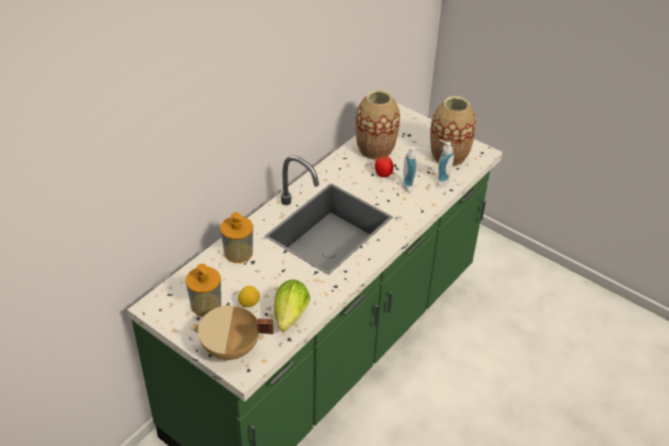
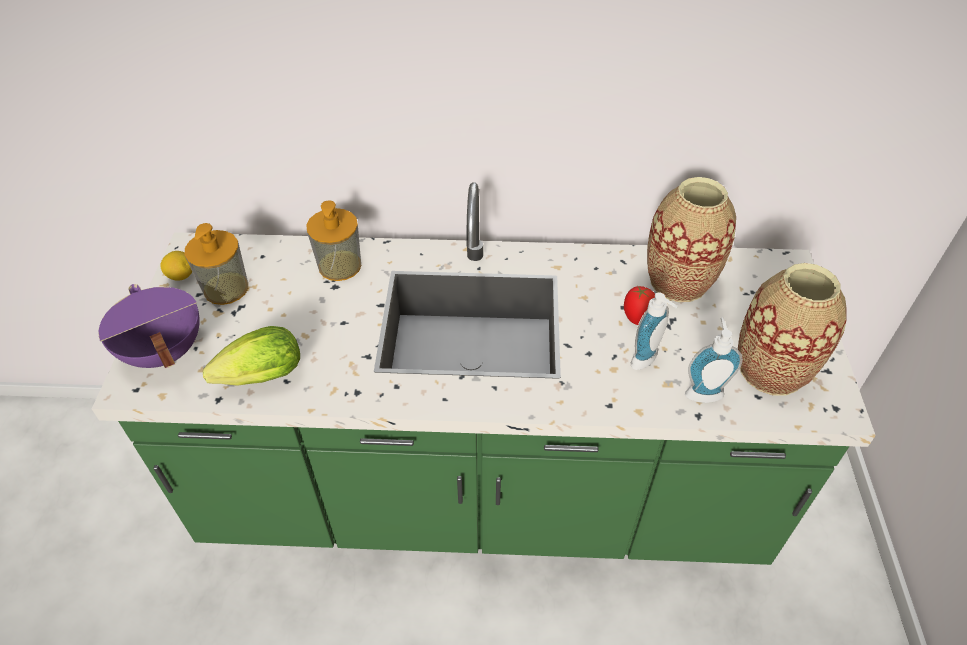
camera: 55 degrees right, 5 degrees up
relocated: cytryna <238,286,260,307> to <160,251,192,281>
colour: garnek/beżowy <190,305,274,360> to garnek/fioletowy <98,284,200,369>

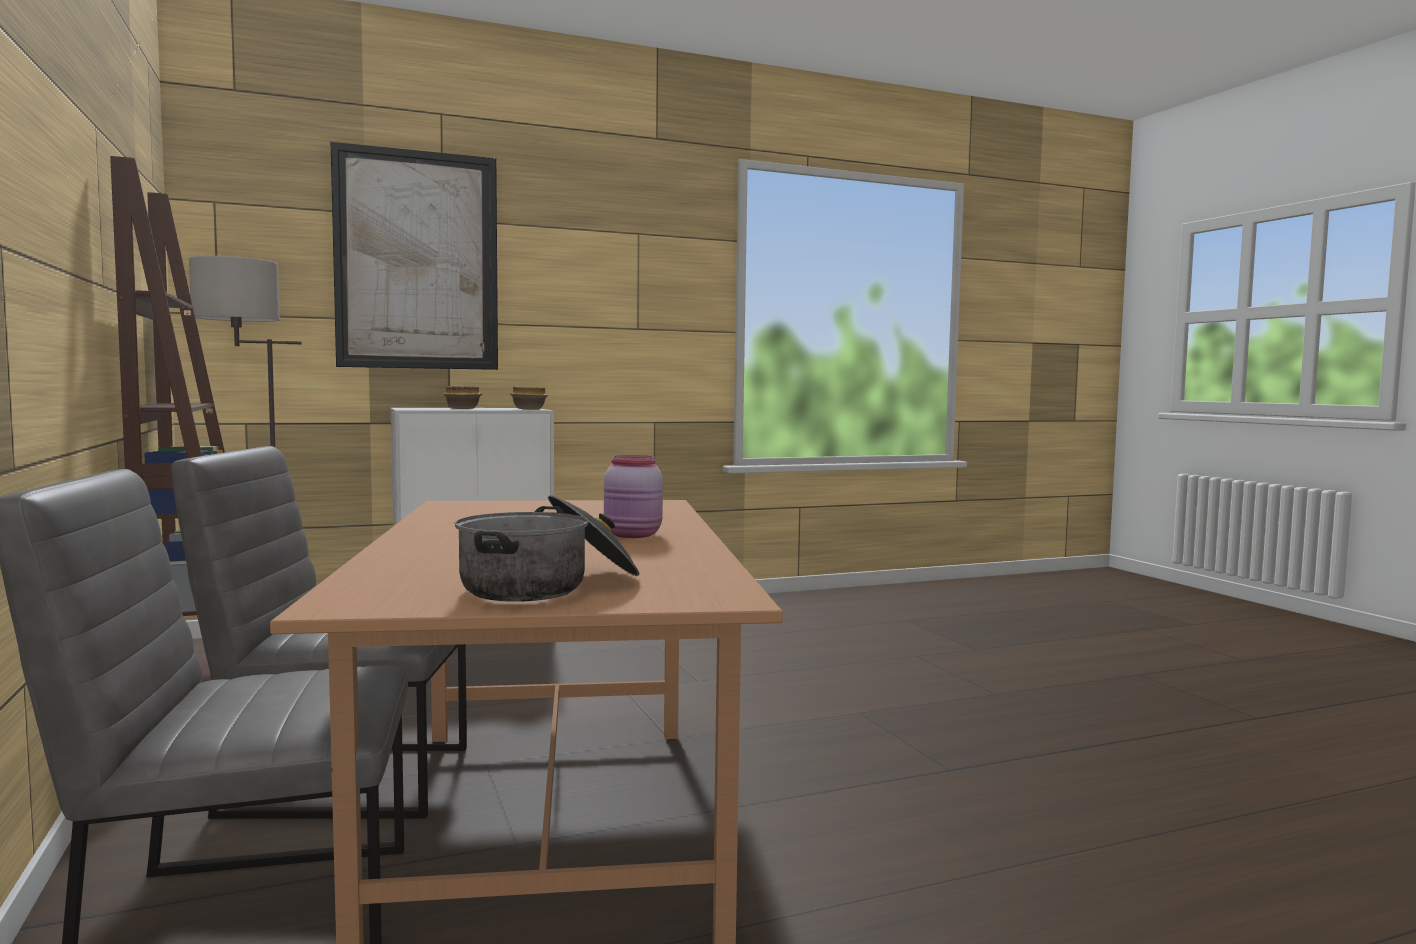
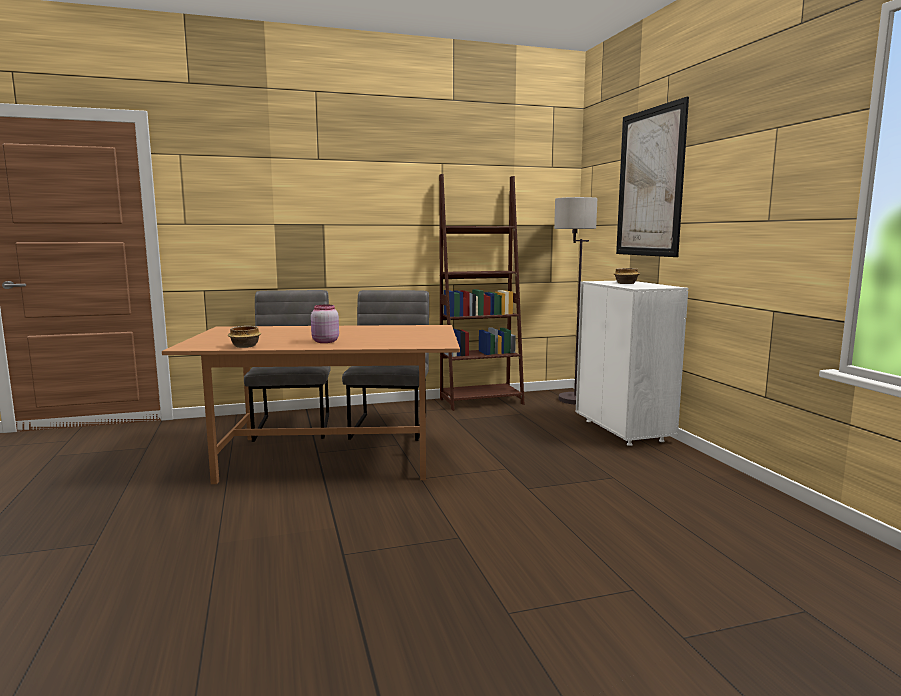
camera: 95 degrees right, 5 degrees up
missing: garnek <455,495,639,602>
relocated: miska <510,387,548,410> to <228,326,261,348>

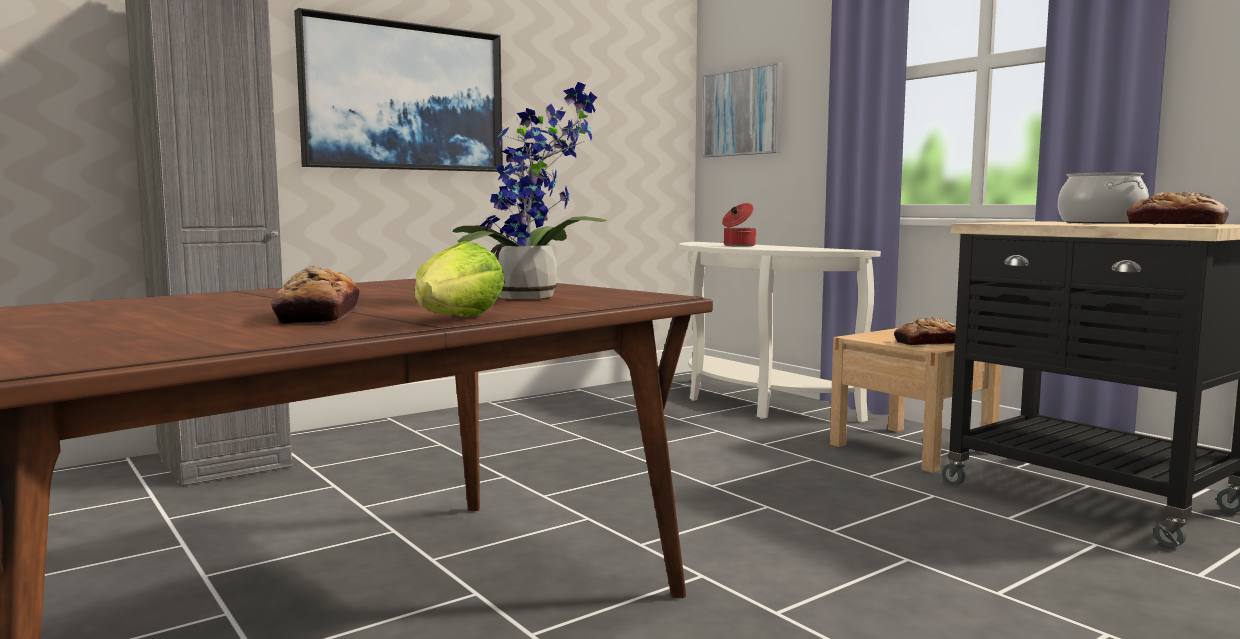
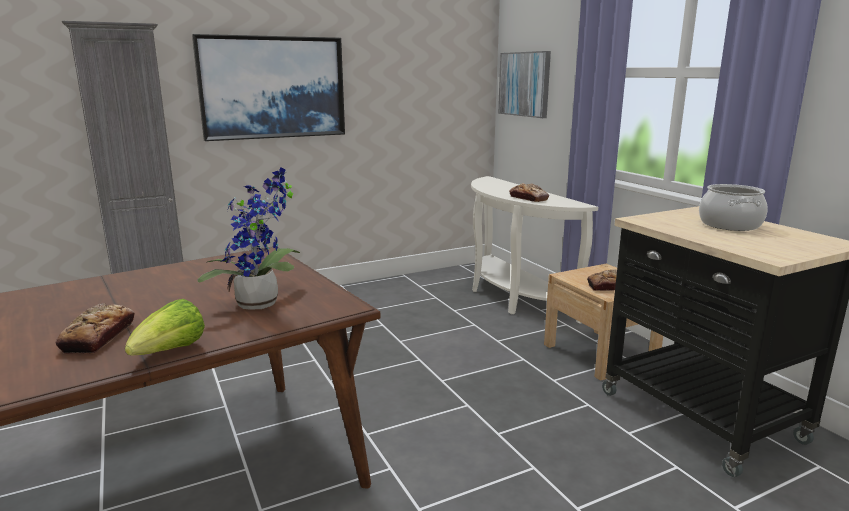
camera: 10 degrees right, 10 degrees up
missing: garnek <722,203,756,247>
relocated: chleb <1127,191,1229,225> to <509,183,549,202>

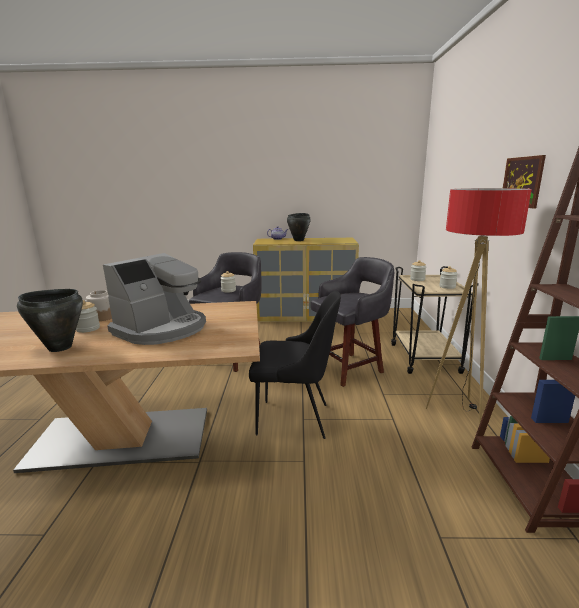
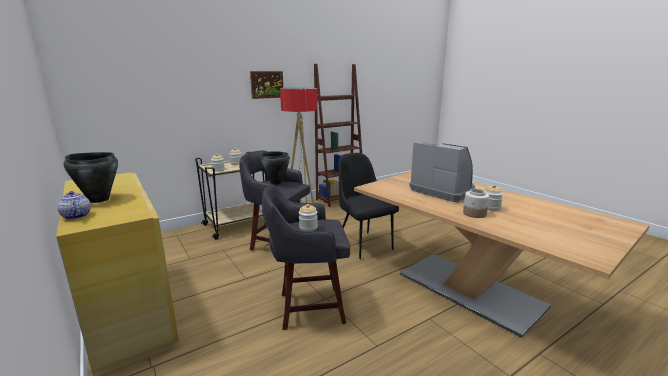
camera: 125 degrees left, 0 degrees up
relocated: garnek/czarny <17,289,83,352> to <261,151,290,185>
spun: ekspres do kawy <103,253,206,345> = <409,142,475,202> 45 degrees clockwise

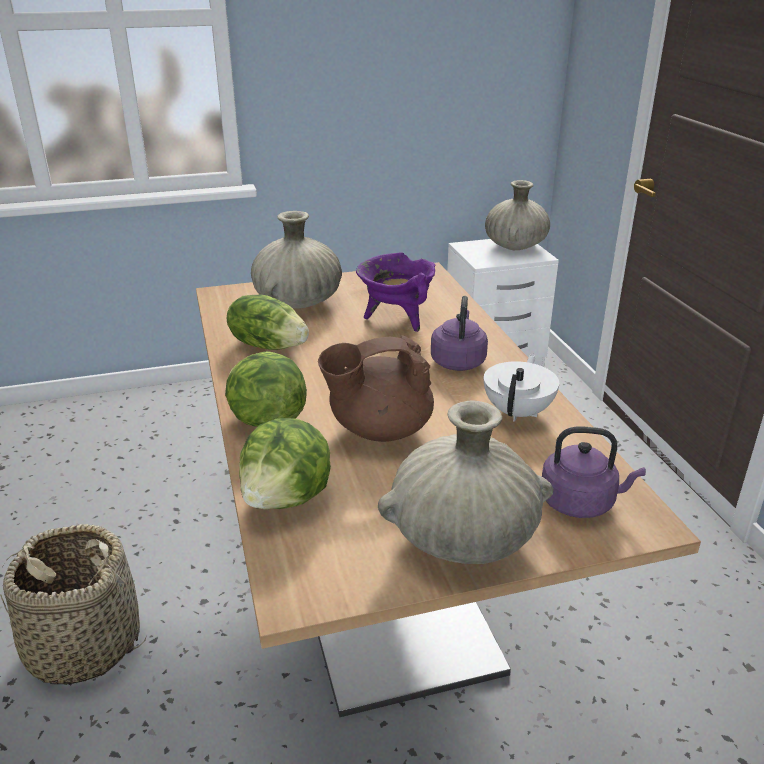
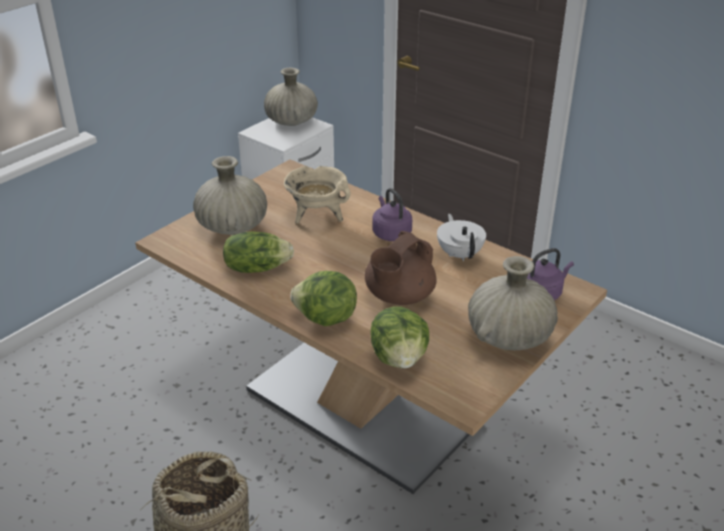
camera: 35 degrees left, 5 degrees up
colour: garnek/fioletowy <356,252,435,332> to garnek/beżowy <284,166,351,224>

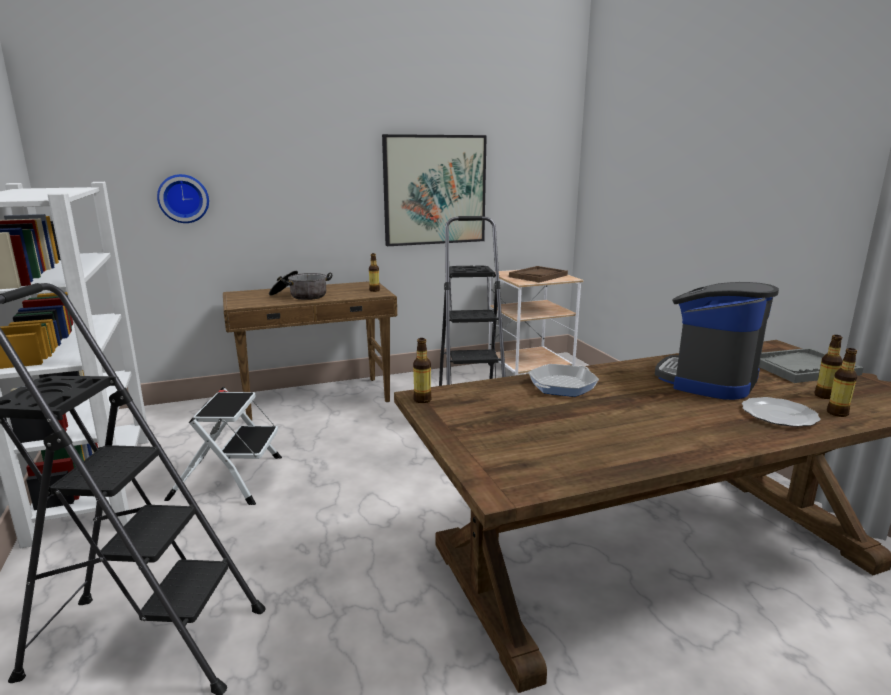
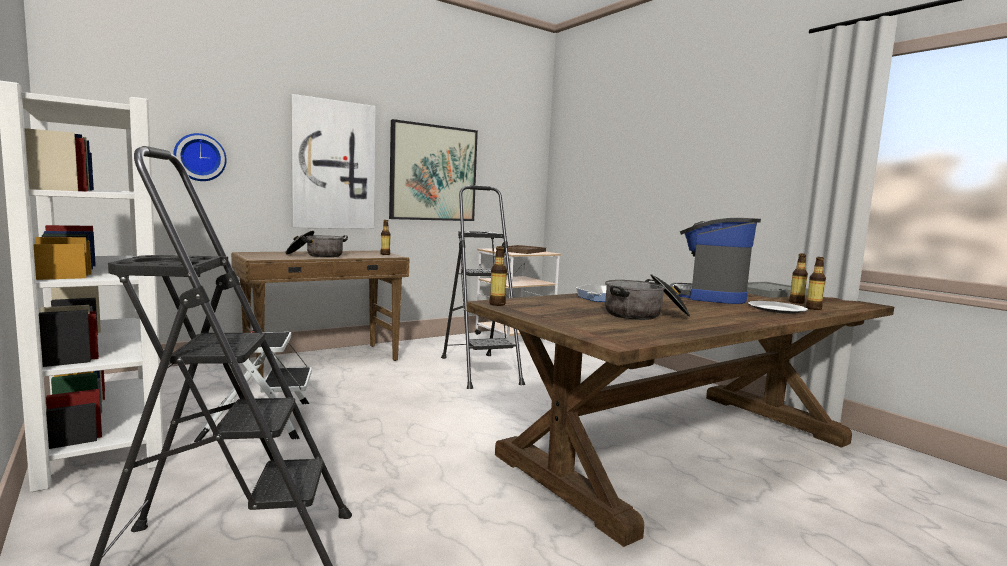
camera: 15 degrees left, 10 degrees down
appeared: obraz <291,94,376,229>; garnek <605,274,690,320>

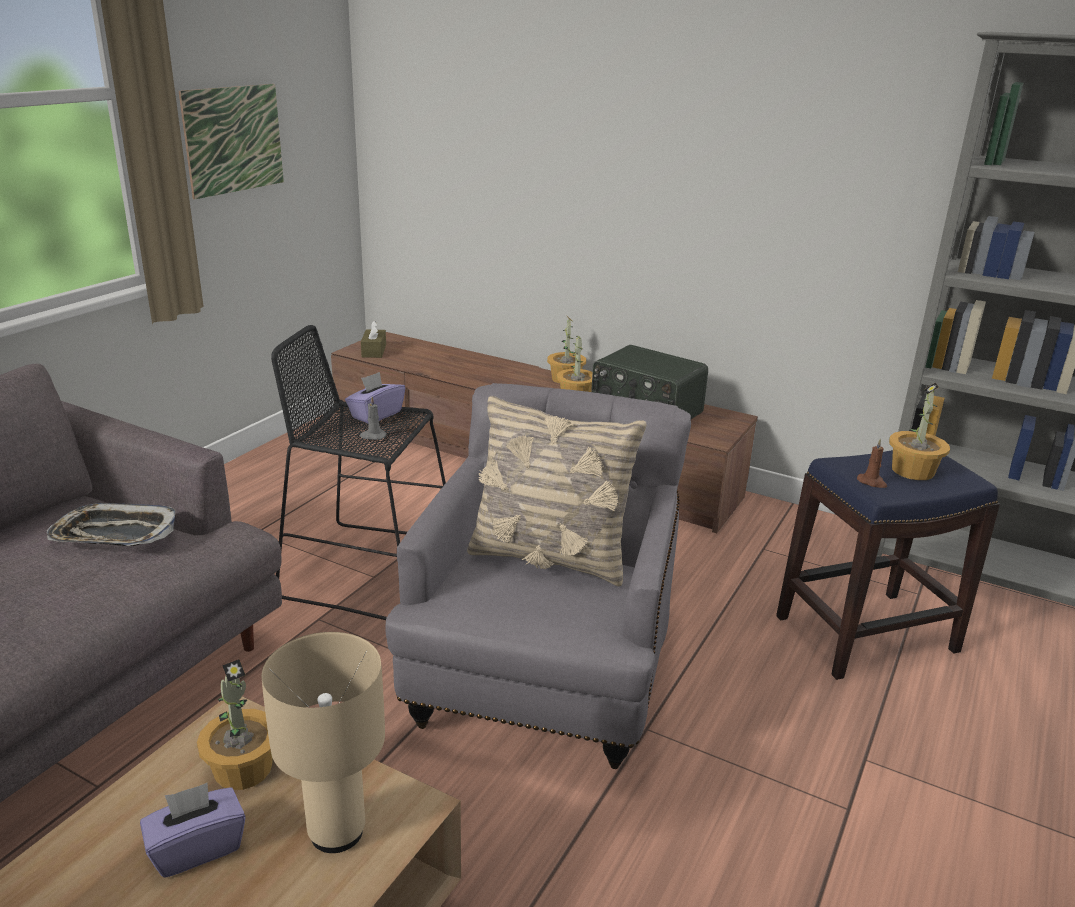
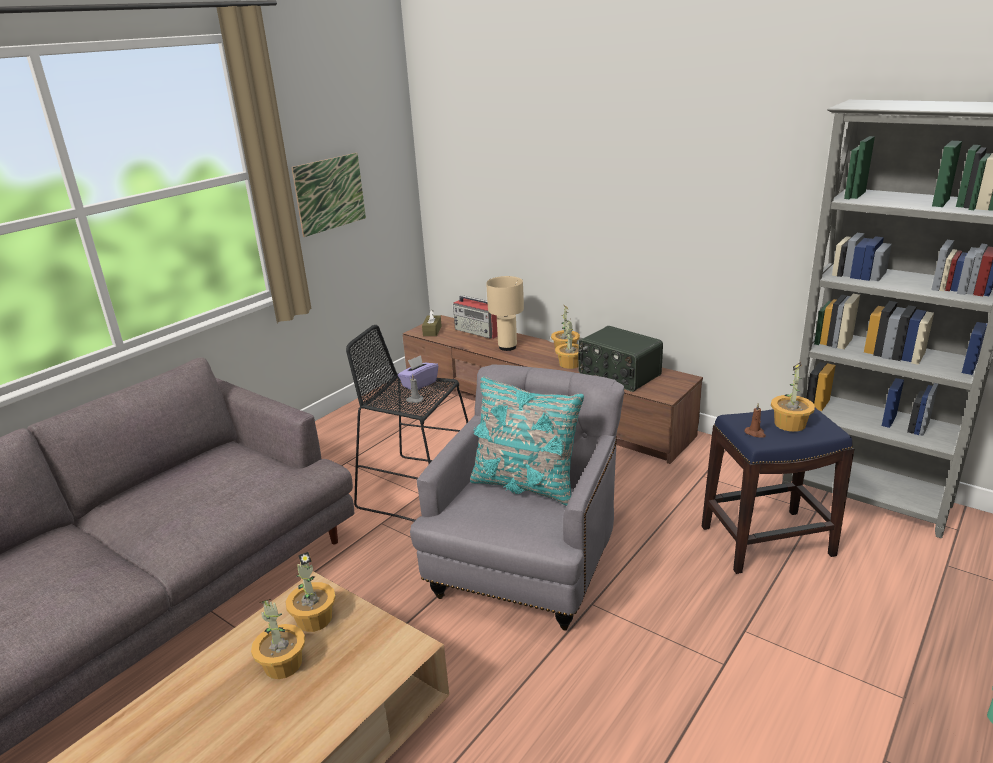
camera: 10 degrees right, 0 degrees up
missing: taca <47,503,176,546>
appeared: radio <453,295,498,339>
relocated: lampa stołowa/beżowy <262,632,385,853> to <487,276,524,351>
exchanged: pudełko chusteczek/fioletowy <140,783,246,878> to roślina doniczkowa <251,599,305,679>
colour: poduszka/beżowy <467,396,646,586> to poduszka/turkusowy <470,376,584,506>

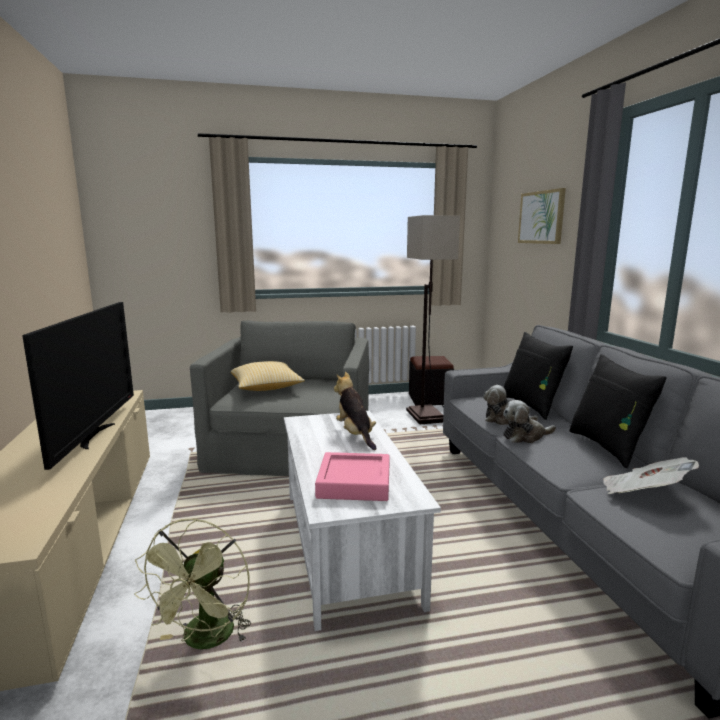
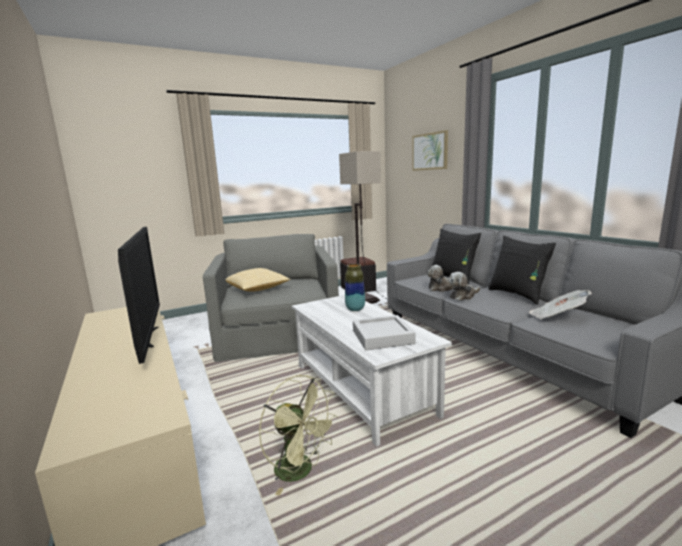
camera: 15 degrees left, 0 degrees up
exchanged: pluszak <334,372,377,450> to wazon <345,264,365,311>
colour: taca/różowy <315,452,390,501> to taca/szary <353,315,415,350>
spun: wentylator/zielony <134,518,251,649> = <259,375,339,496> 45 degrees counterclockwise

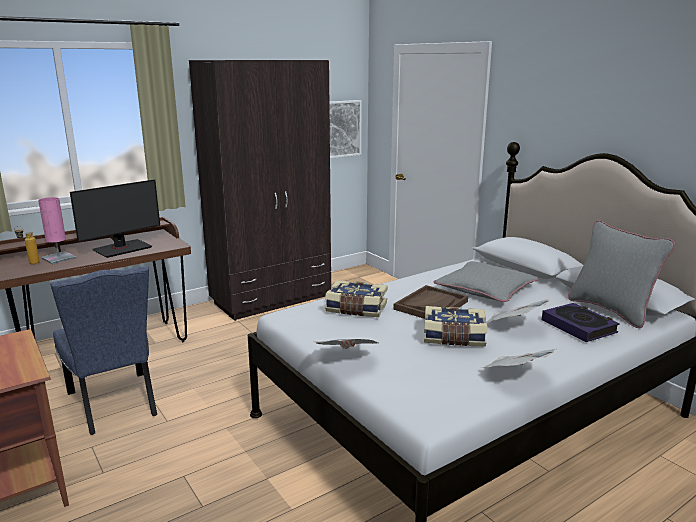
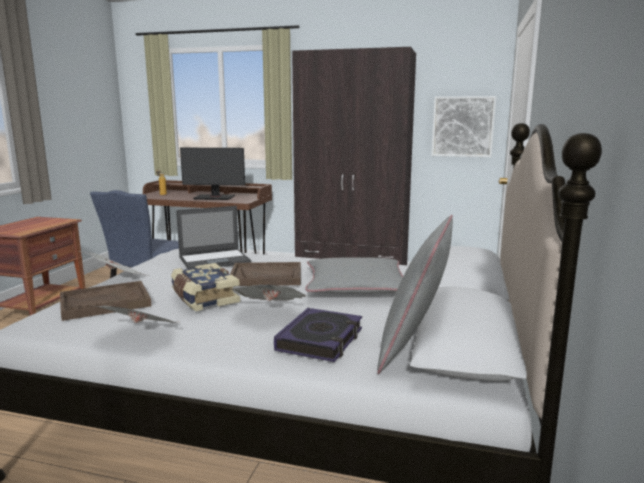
camera: 50 degrees right, 5 degrees down
missing: lampa stołowa/różowy <38,197,76,264>
appeared: taca/brązowy <60,281,151,321>
exchanged: książka <325,280,387,317> to laptop <176,206,251,269>

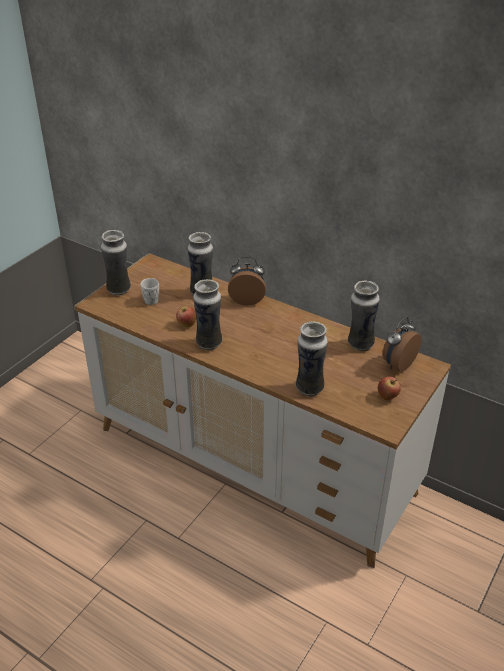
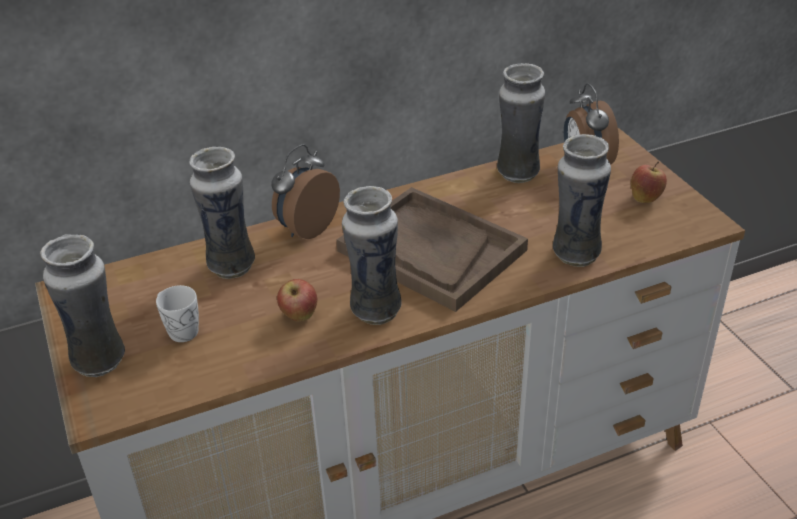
camera: 55 degrees left, 0 degrees up
appeared: taca/brązowy <336,187,528,312>

